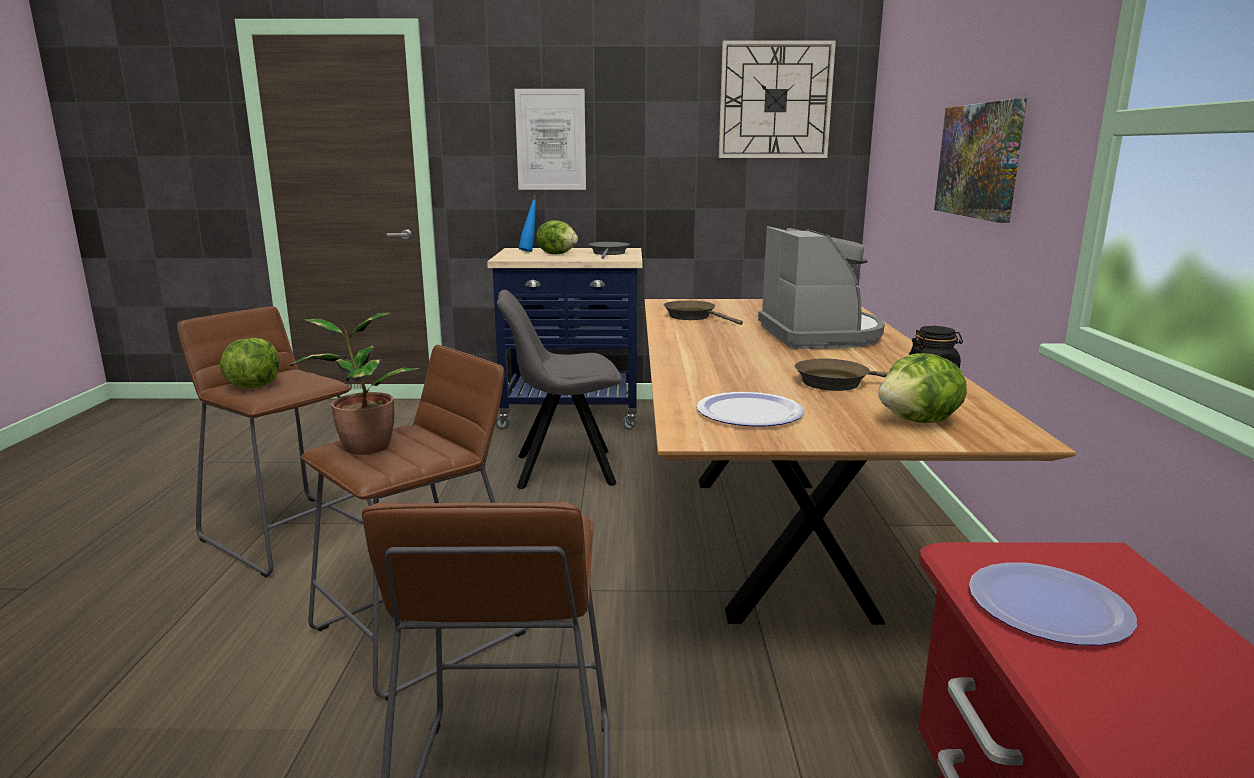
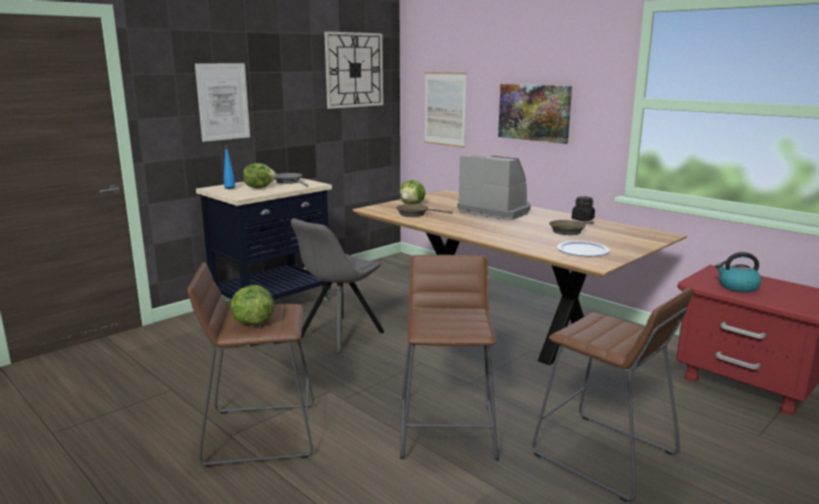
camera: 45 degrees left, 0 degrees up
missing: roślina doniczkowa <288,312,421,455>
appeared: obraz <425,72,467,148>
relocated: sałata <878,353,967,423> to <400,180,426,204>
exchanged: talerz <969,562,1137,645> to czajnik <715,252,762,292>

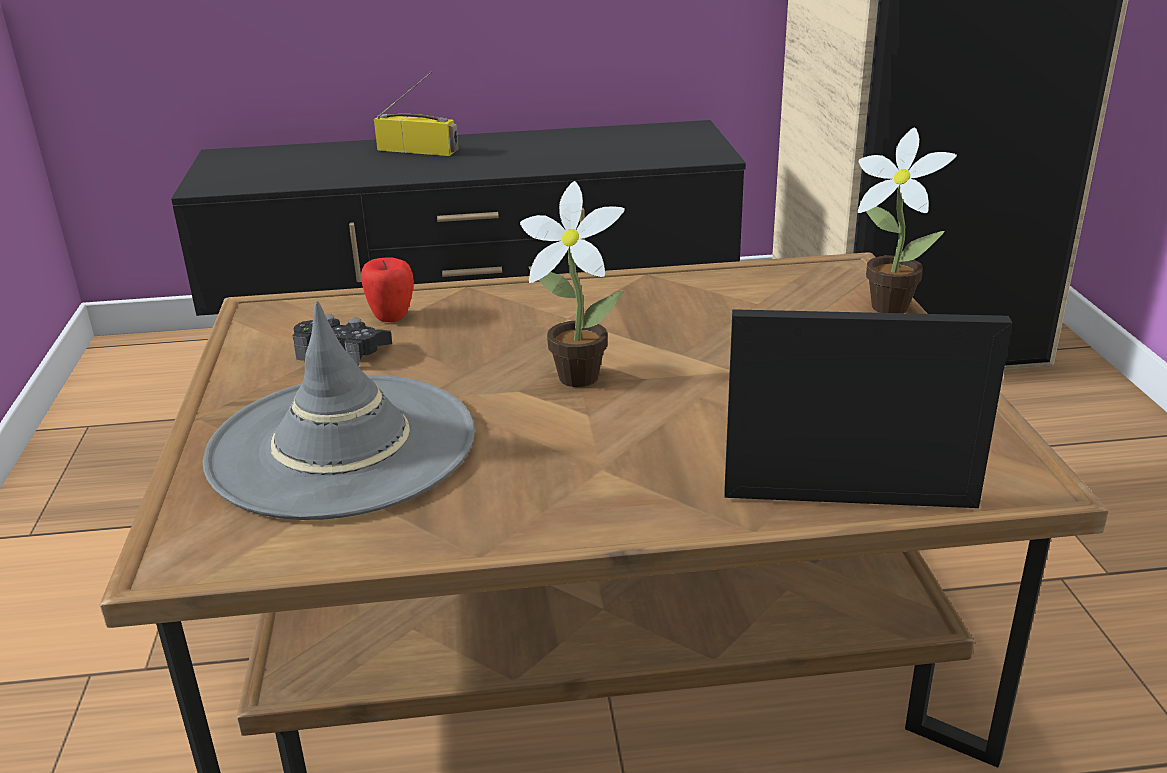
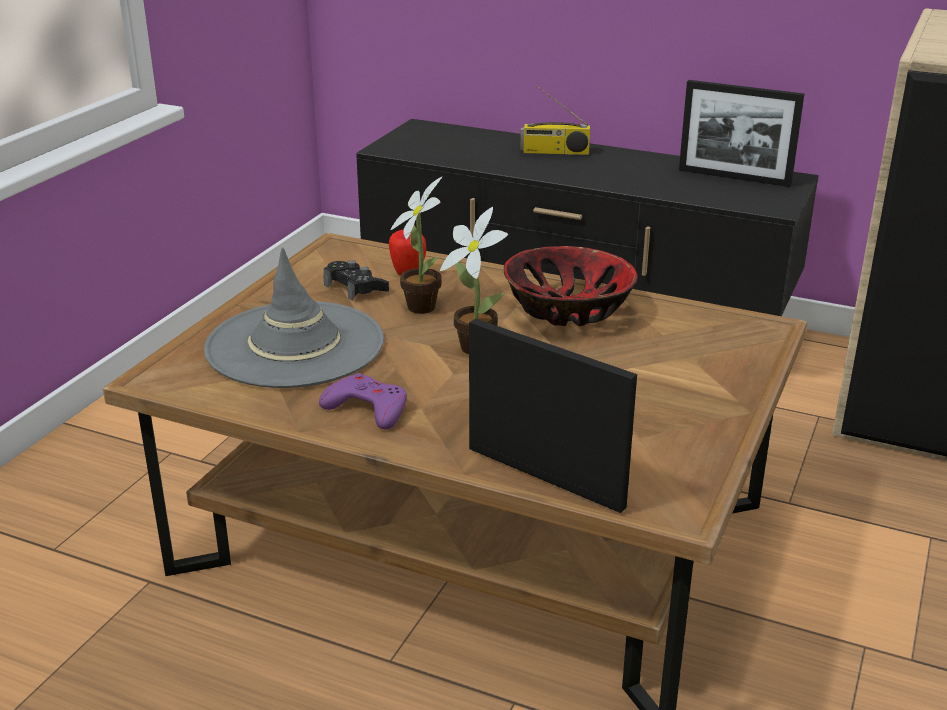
camera: 30 degrees right, 0 degrees up
appeared: ramka na zdjęcie <679,80,804,187>; miska <504,246,638,326>; pad do gier/fioletowy <319,373,407,430>
relocated: roślina doniczkowa <858,127,957,313> to <390,177,442,314>
spun: radio <374,72,459,156> = <520,85,590,155> 135 degrees clockwise

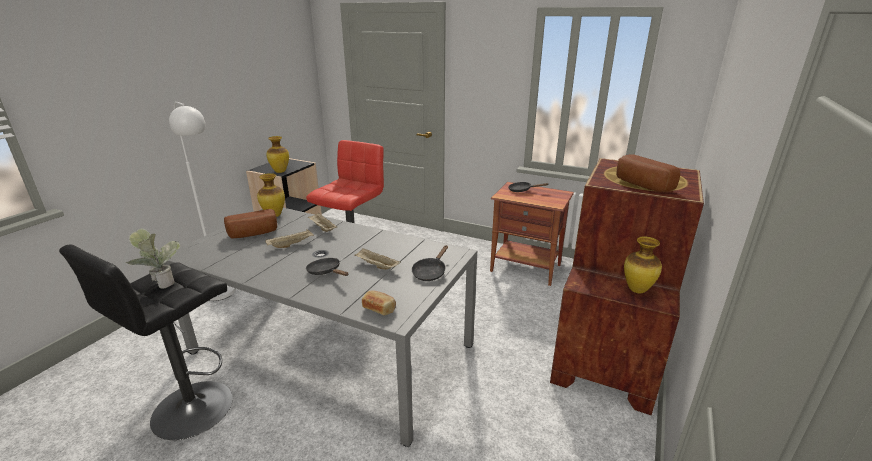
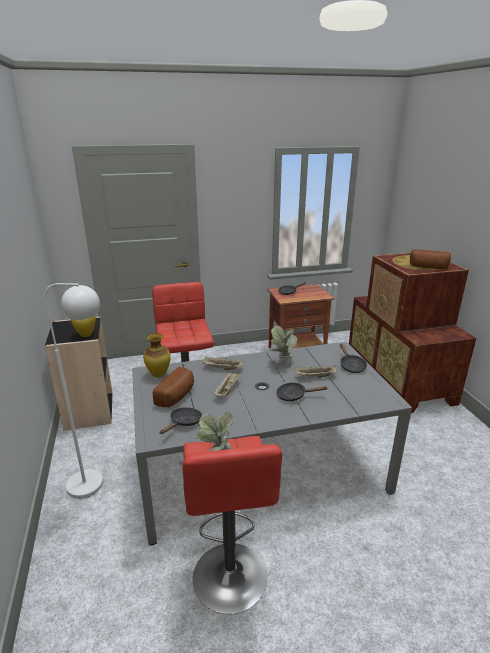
camera: 40 degrees left, 0 degrees up
missing: wazon <624,237,662,293>; chleb <362,290,396,316>
appeared: roślina doniczkowa <271,326,298,367>; patelnia/czarny <159,407,202,434>
colour: stołek/czarny <59,244,233,440> to stołek/czerwony <182,436,282,614>

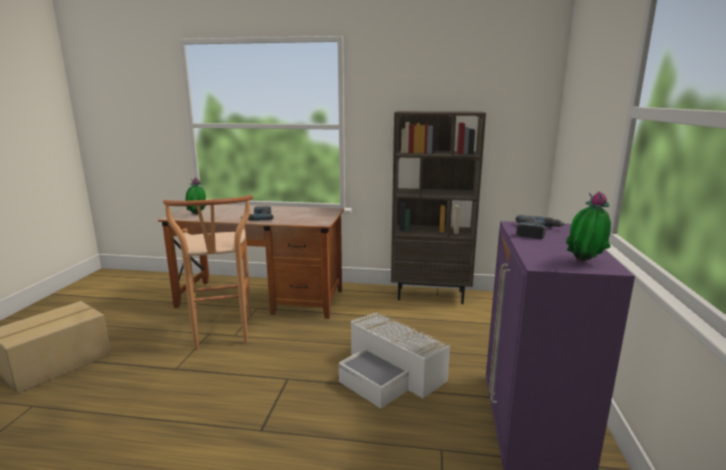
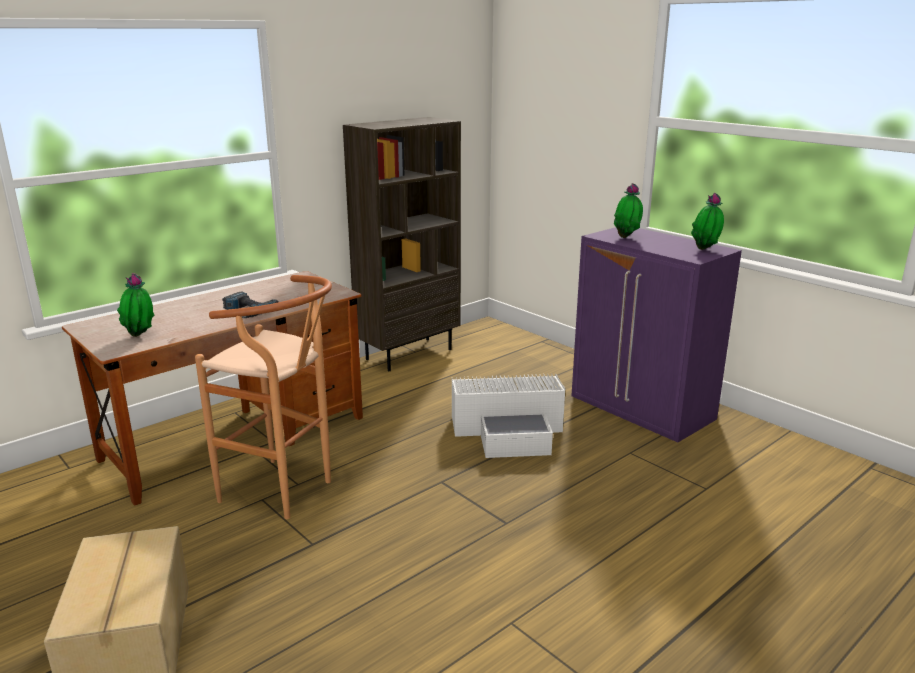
camera: 50 degrees left, 5 degrees up
exchanged: wiertarka <516,215,566,239> to roślina doniczkowa <614,183,643,238>

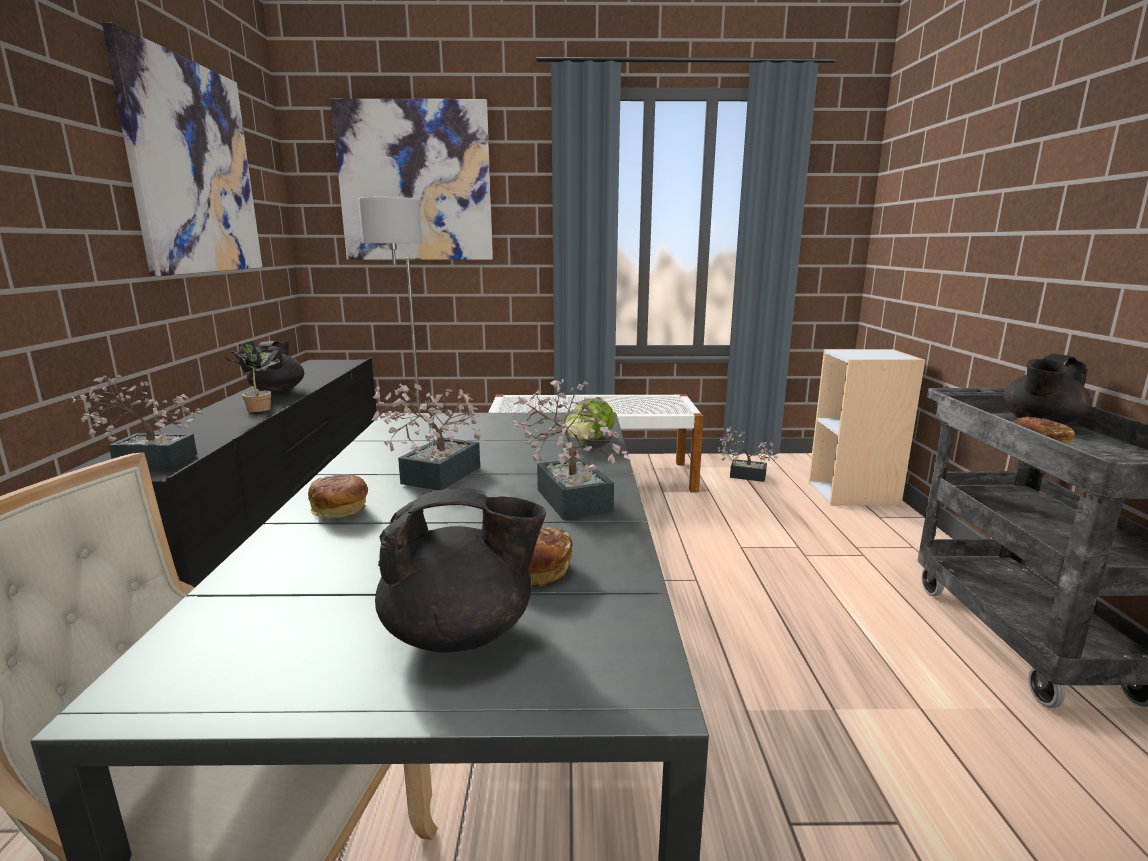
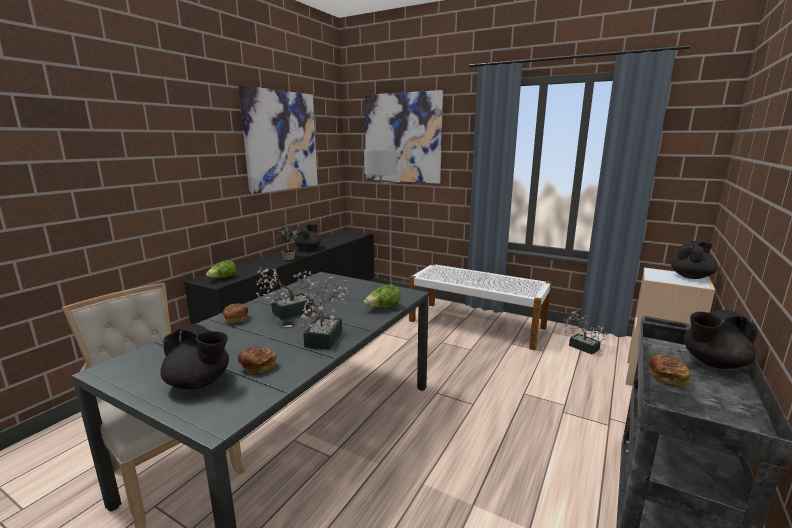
camera: 30 degrees right, 0 degrees up
appeared: imbryk/czarny <671,241,718,279>
exchanged: roślina doniczkowa <71,375,204,467> to sałata <206,260,236,278>

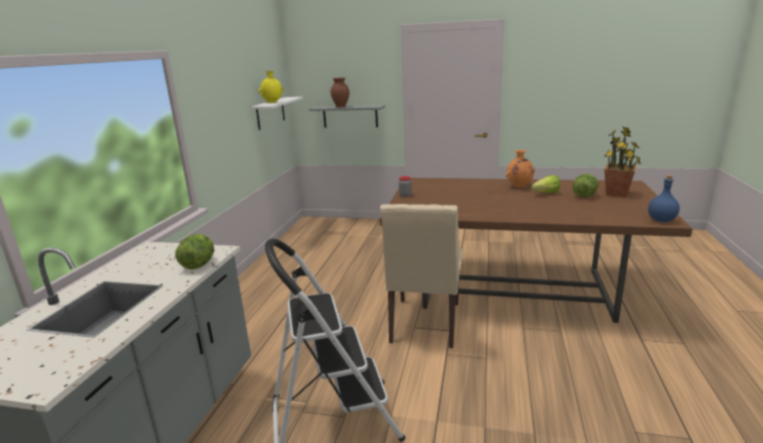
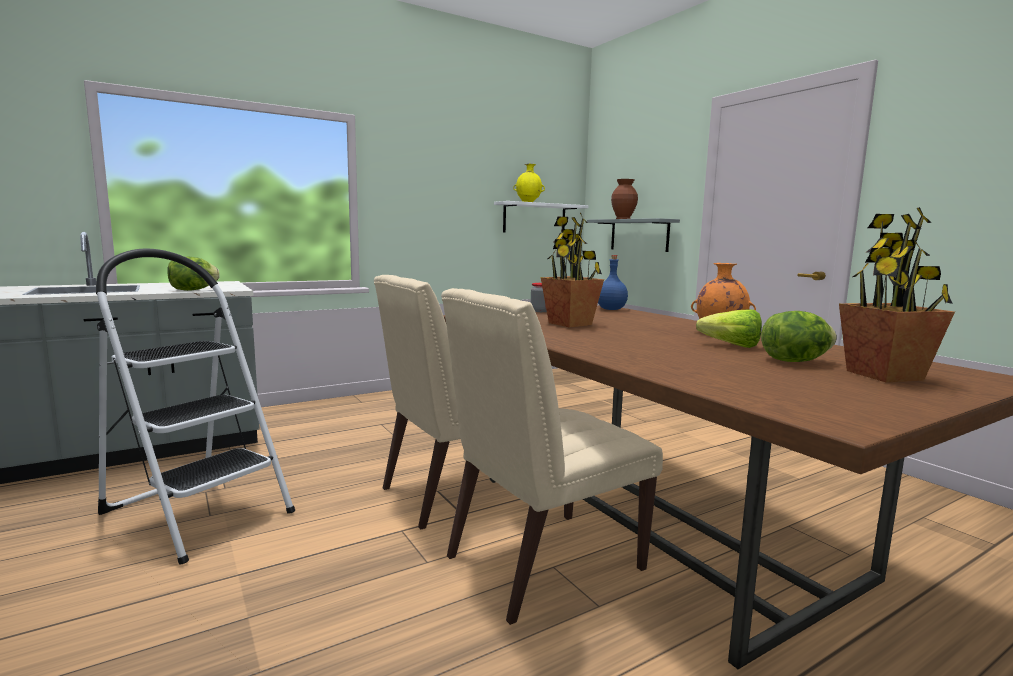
camera: 45 degrees right, 10 degrees down
appeared: roślina doniczkowa <541,213,604,327>; krzesło/beżowy <441,288,663,625>
relocated: butelka/niebieski <648,175,680,222> to <598,255,628,310>

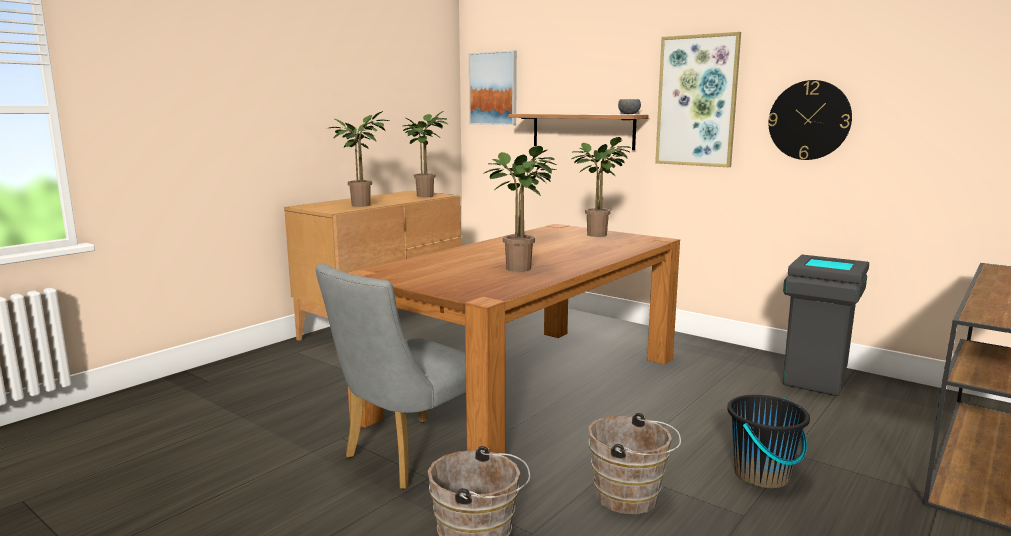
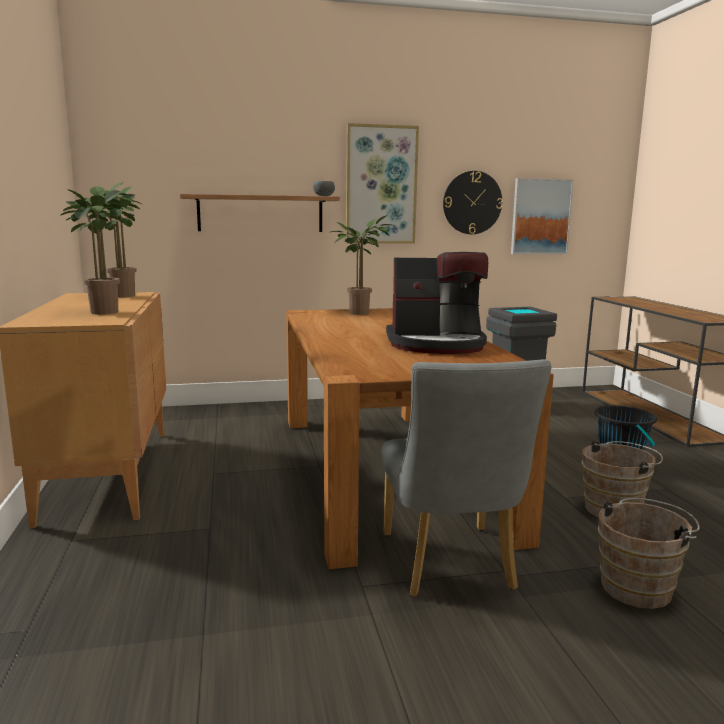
camera: 50 degrees left, 0 degrees up
relocated: obraz <469,50,517,125> to <511,178,574,254>
exchanged: roślina doniczkowa <483,146,556,272> to ekspres do kawy <386,252,488,354>

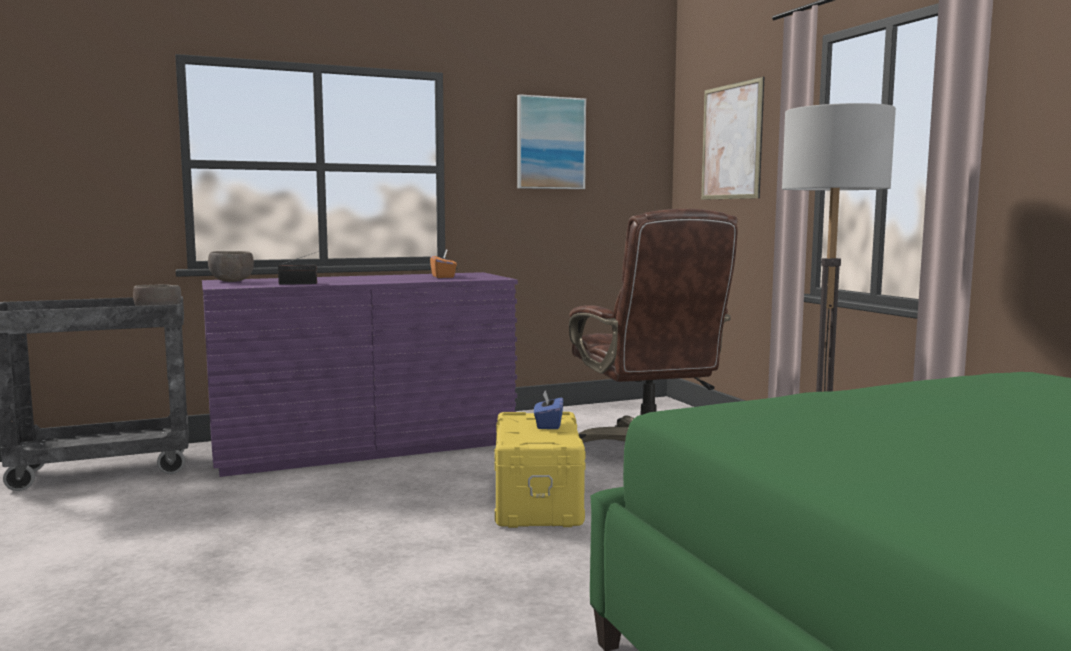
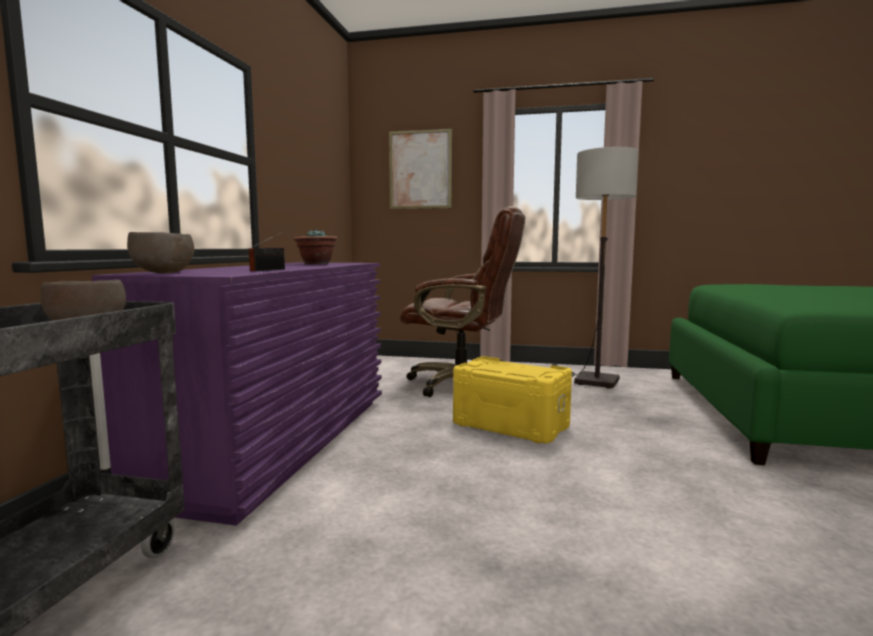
camera: 55 degrees left, 0 degrees up
missing: obraz <517,94,586,189>; pudełko chusteczek/niebieski <534,390,563,429>
exchanged: pudełko chusteczek/pomarańczowy <430,250,457,278> to roślina doniczkowa <294,229,337,264>

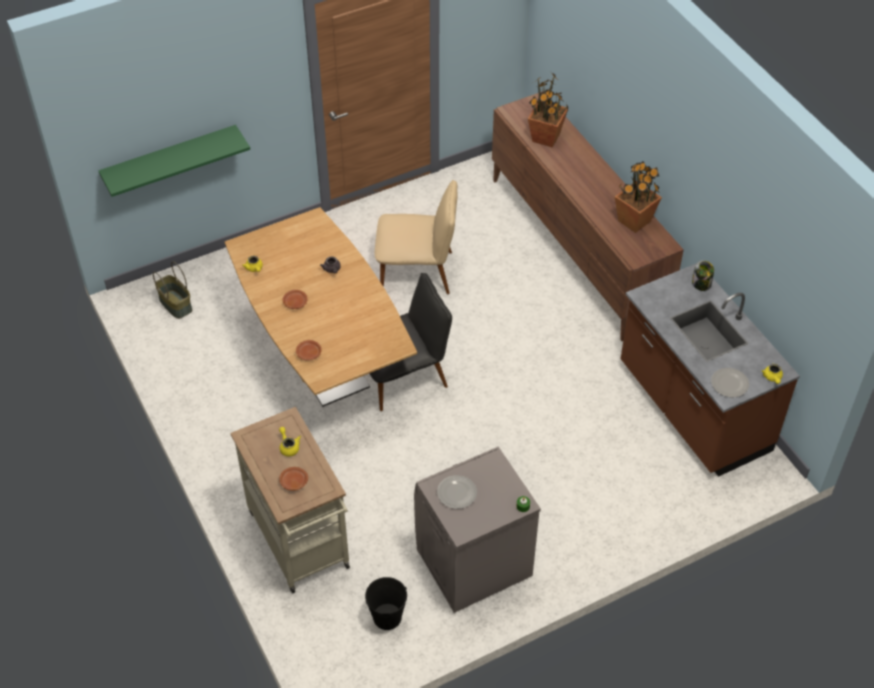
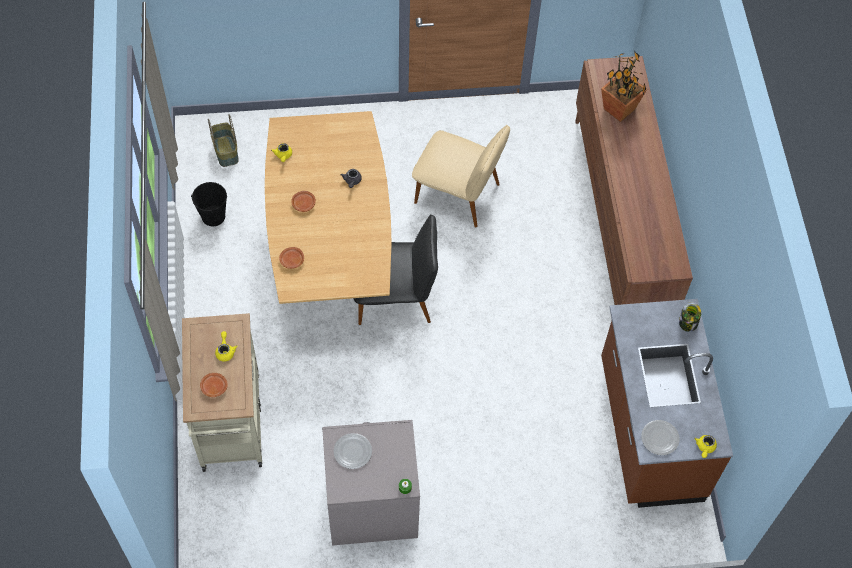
camera: 20 degrees right, 10 degrees up
missing: półka/zielony <98,125,250,197>; roślina doniczkowa <615,161,662,233>
relocated: wiadro/czarny <365,577,407,630> to <191,182,227,226>

